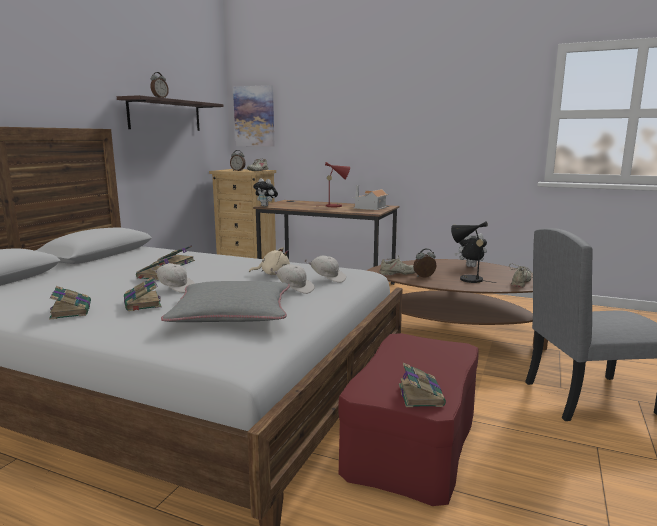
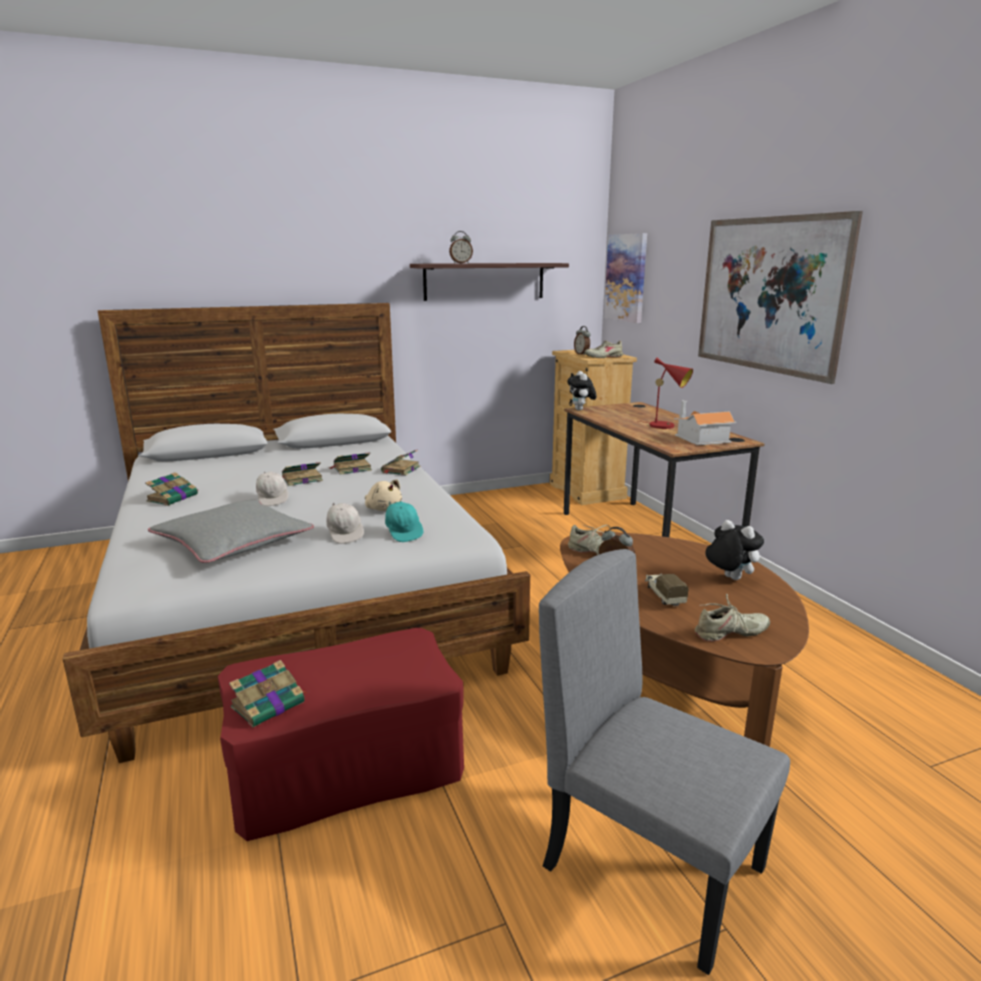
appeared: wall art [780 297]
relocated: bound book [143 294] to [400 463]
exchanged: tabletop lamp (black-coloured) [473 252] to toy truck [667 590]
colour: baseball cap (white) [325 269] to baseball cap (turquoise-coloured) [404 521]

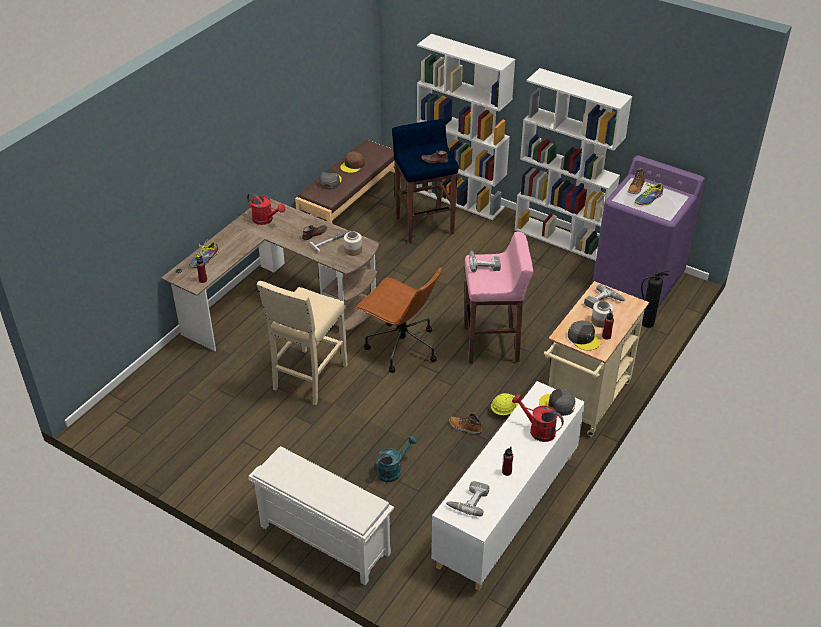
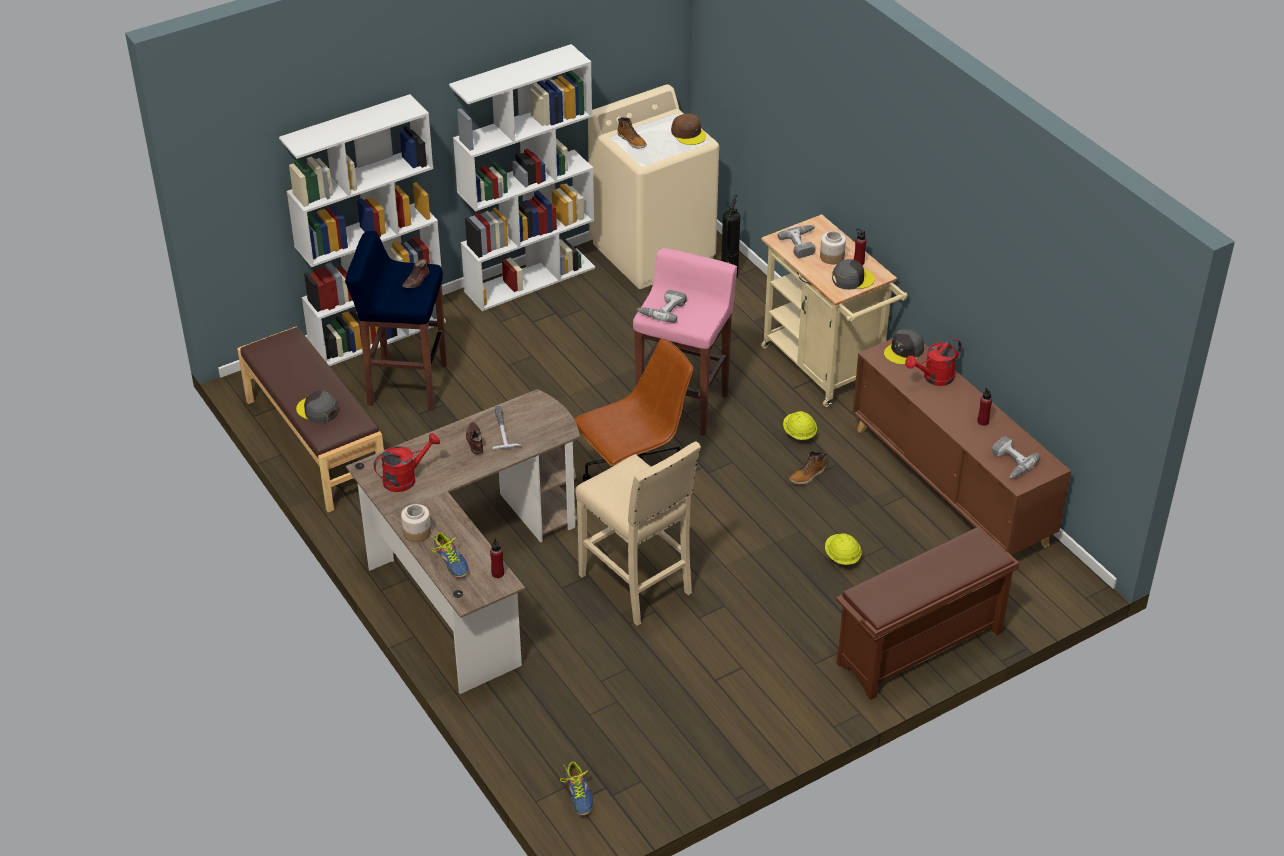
relocated: baseball cap (brown) [352 162] to [688 129]; jar [353 243] to [416 523]; low shoe [649 193] to [576 789]
exchanged: watering pot (turquoise-coloured) [395 459] to safety helmet (yellow-coloured) [843 549]
colour: shoe rack (white) [321 515] to shoe rack (brown) [927 613]; cabinet (white) [508 485] to cabinet (brown) [962 446]; washing machine (purple-coloured) [649 231] to washing machine (beige) [653 186]

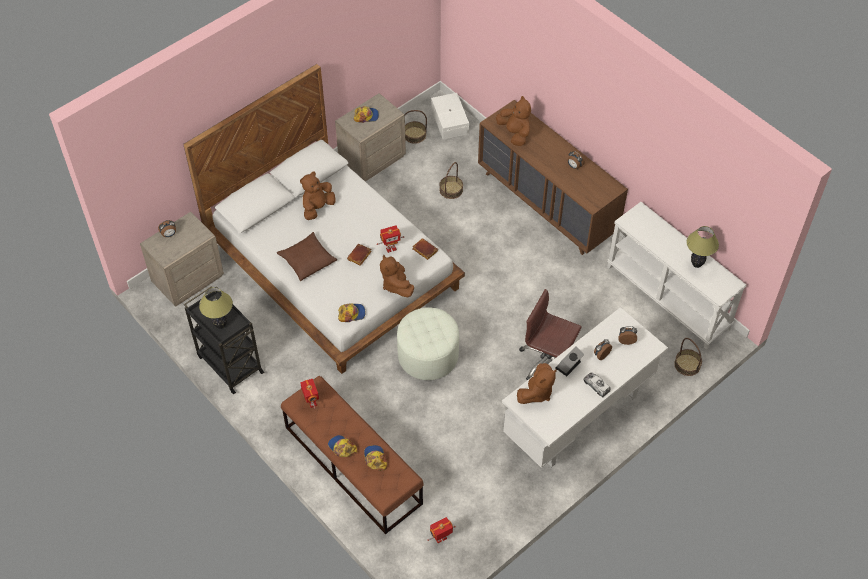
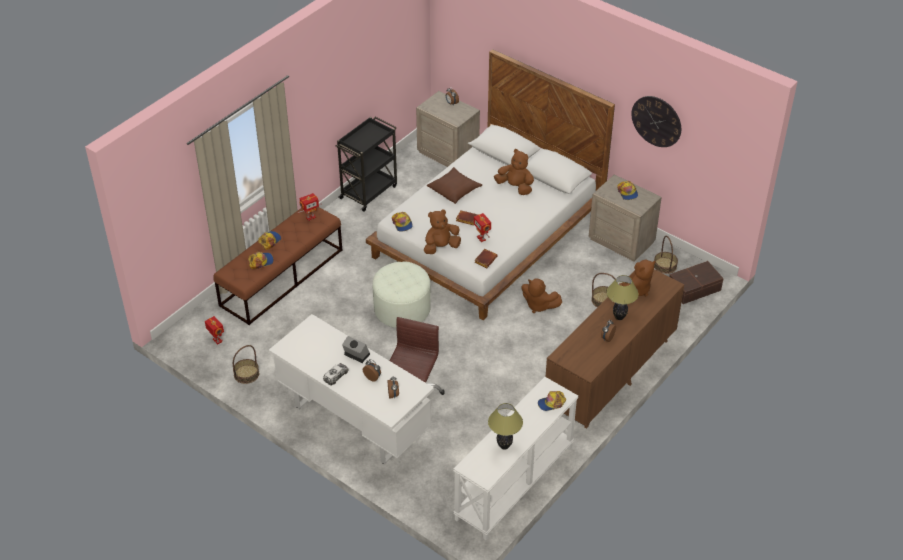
appeared: baseball cap [552 401]; wall clock [656 121]
relocated: tabletop lamp [216 308] to [623 297]; soft toy (brown) [537 383] to [541 295]; basket [688 357] to [246 364]
colour: storage container (white) [450 116] to storage container (brown) [696 282]

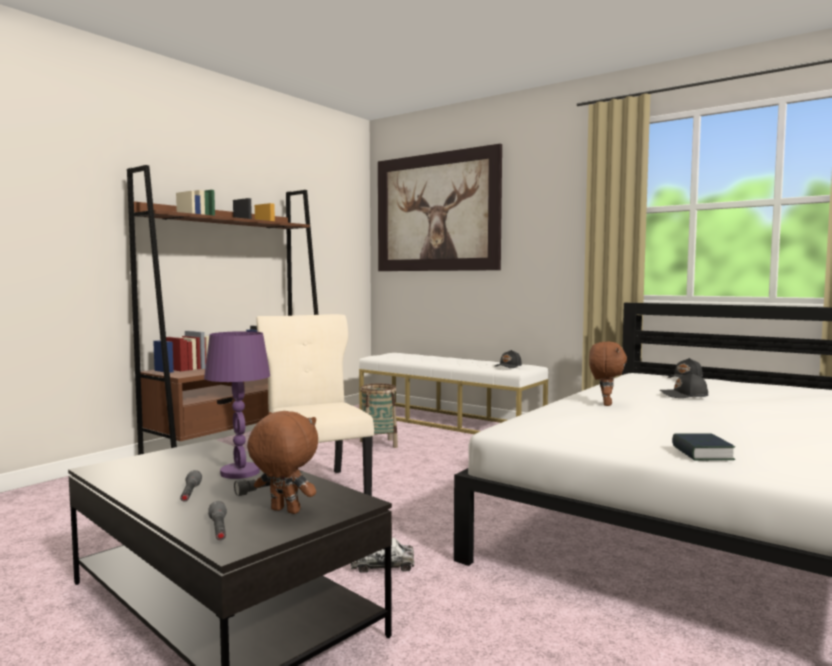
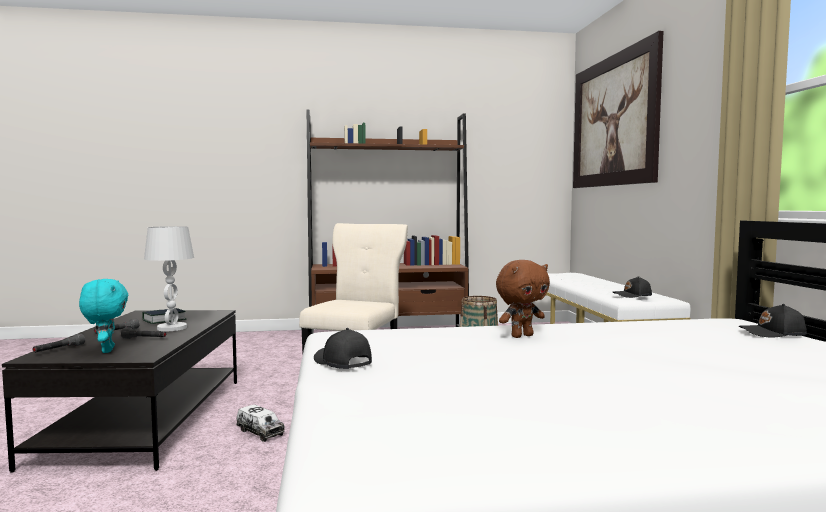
relocated: baseball cap (black-coloured) [684 385] to [343 348]; bound book [703 446] to [164 316]
colour: tabletop lamp (purple-coloured) [237 405] to tabletop lamp (white) [169 278]; soft toy (brown) [282 462] to soft toy (turquoise-coloured) [103 316]

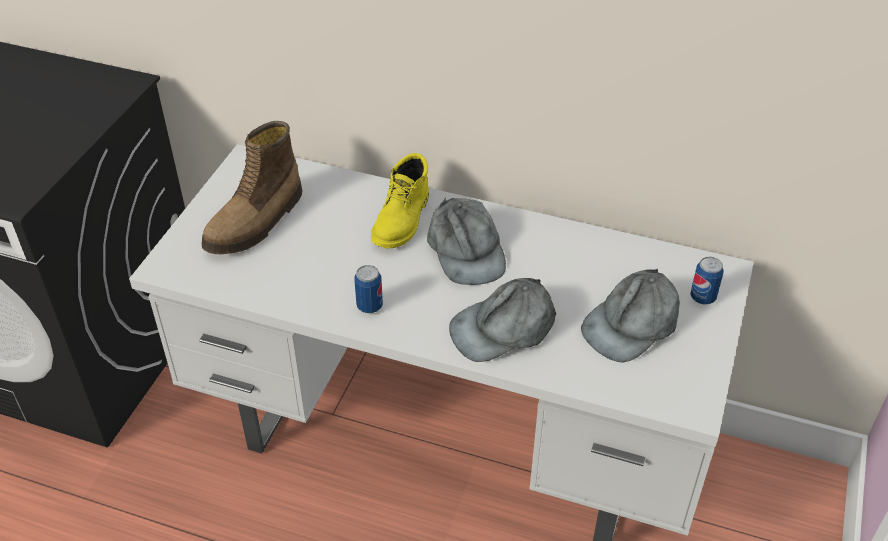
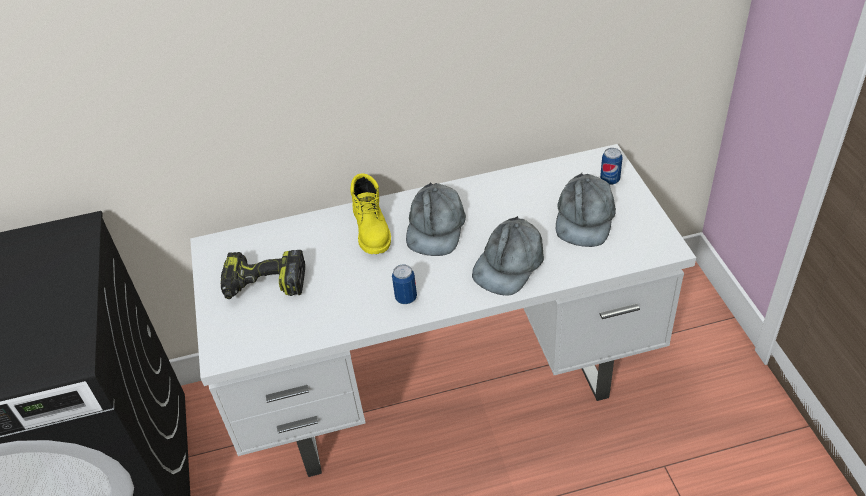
exchanged: boot [252 187] to drill [263 274]
spun: baseball cap (gray) [466 241] = [436 219] 60 degrees clockwise

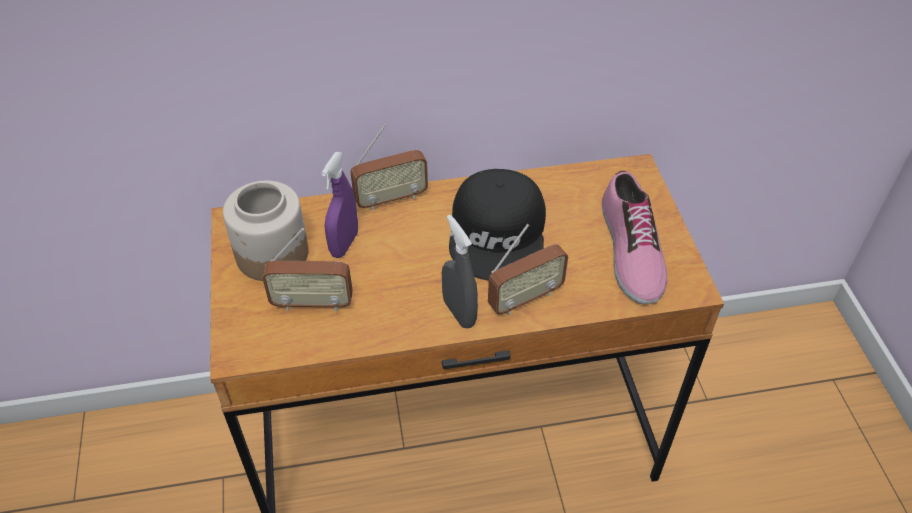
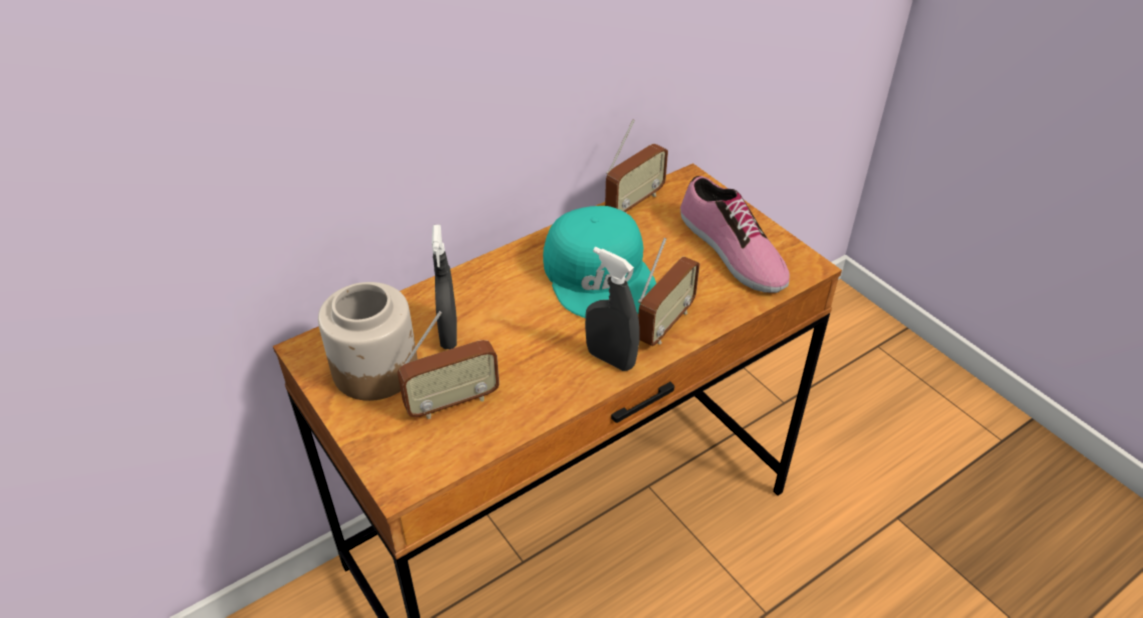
relocated: radio [389 167] to [636 166]
colour: spray bottle (purple-coloured) [339 205] to spray bottle (gray) [444 286]; baseball cap (black-coloured) [497 225] to baseball cap (turquoise-coloured) [599 262]

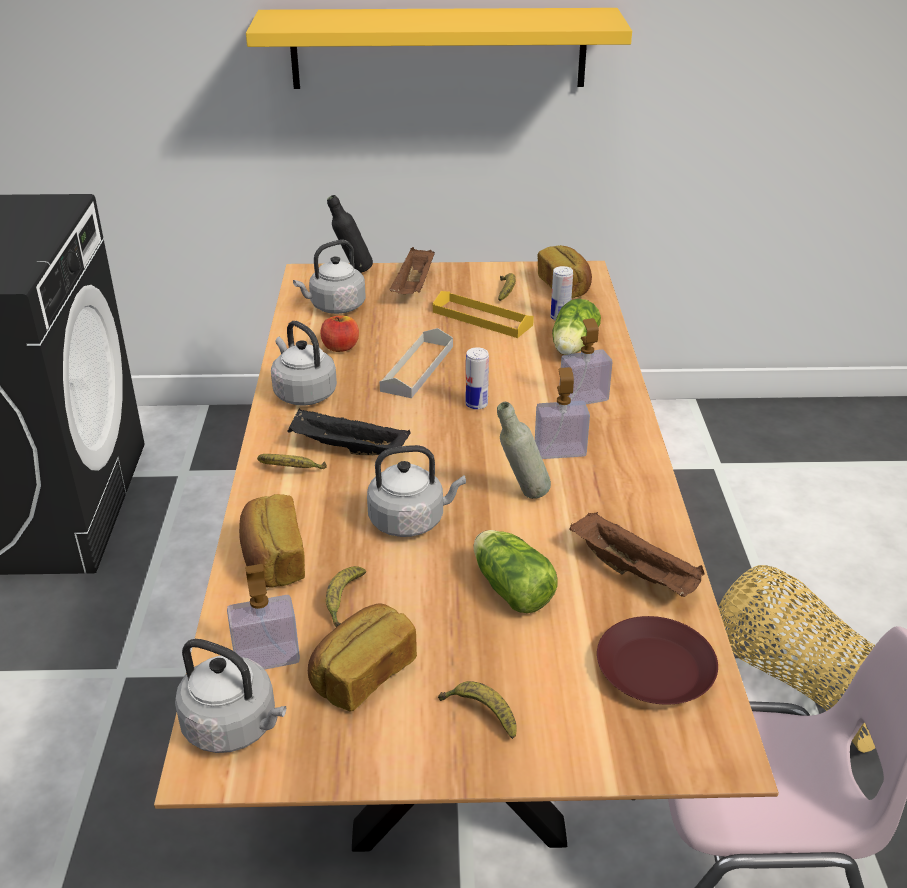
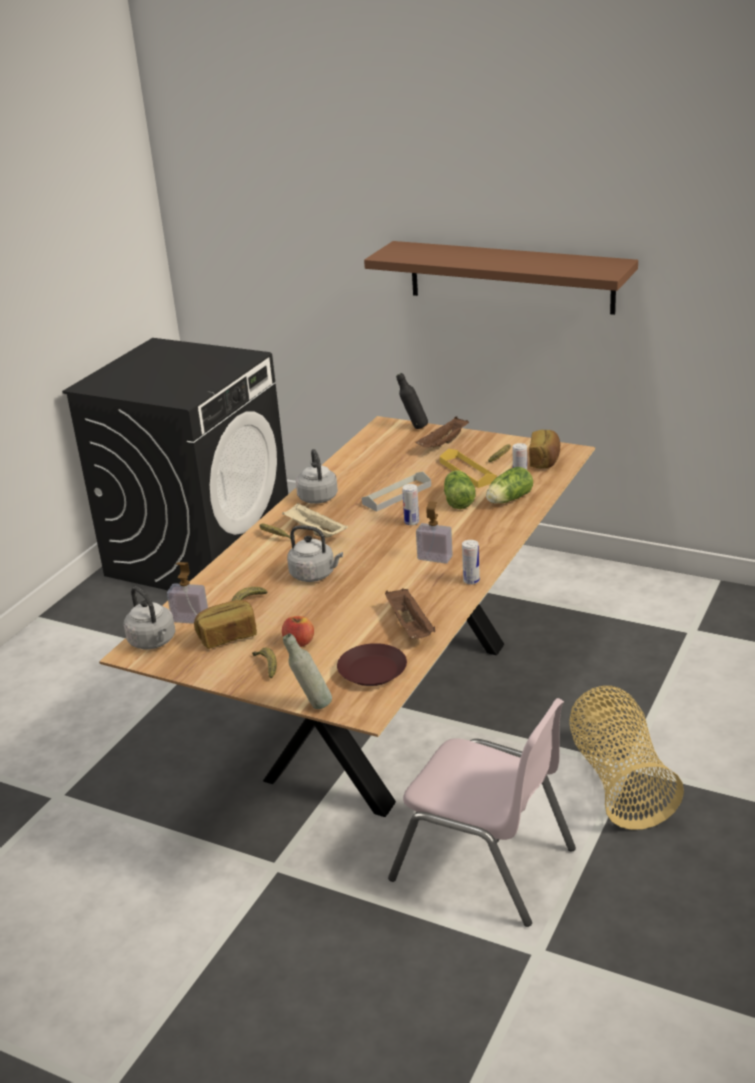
missing: bread [272 540]; kettle (gray) [329 277]; liquid soap bottle [585 361]
appeared: metal can [471 562]
relocated: apple [340 334] to [298 631]; lettuce head [515 571] to [459 489]; beverage bottle (gray) [524 450] to [307 671]
colour: shelf (yellow-coloured) [439 48] to shelf (brown) [501 278]; carrying tray (black-coloured) [349 431] to carrying tray (beige) [315 520]

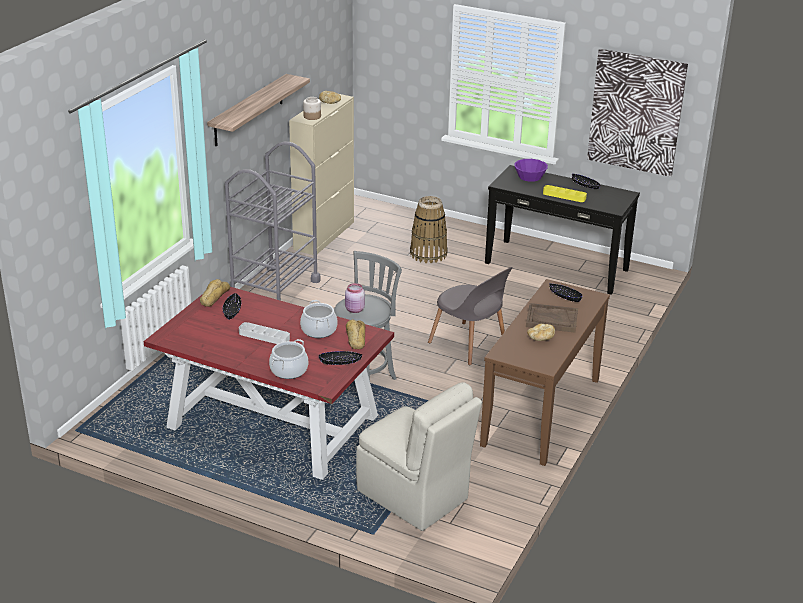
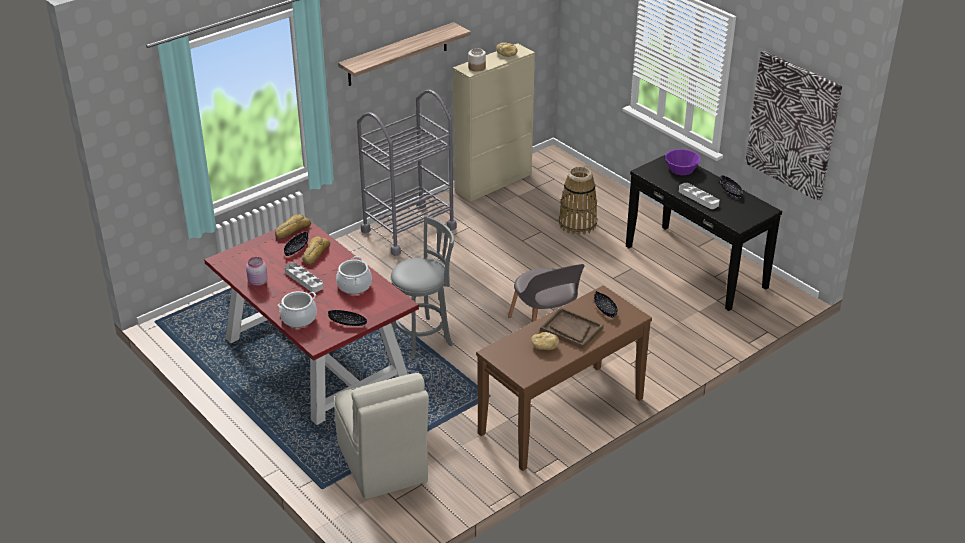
relocated: jar (pink-coloured) [355 298] to [257 271]; bread [355 334] to [316 250]
colour: carrying tray (yellow-coloured) [565 193] to carrying tray (gray) [699 196]

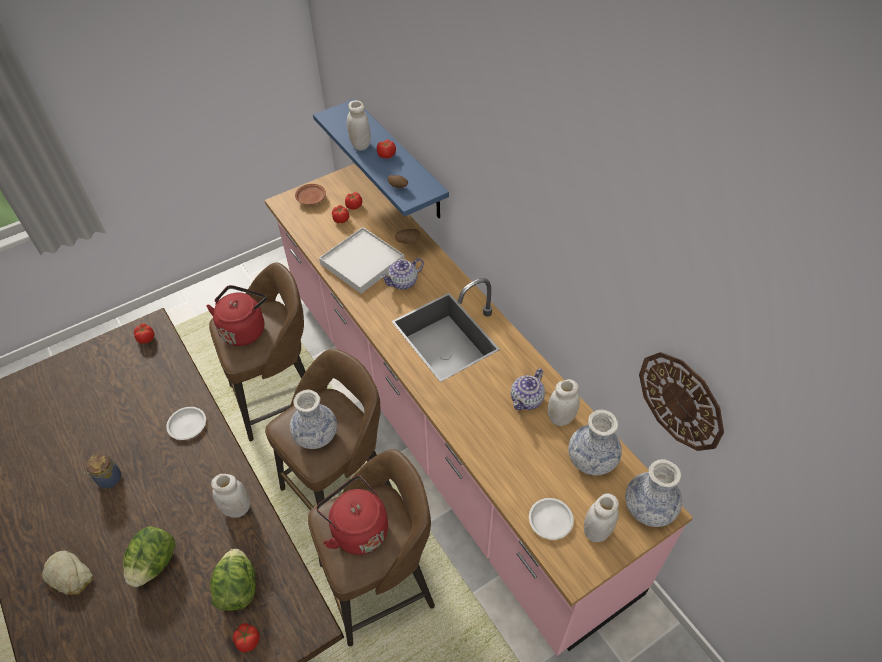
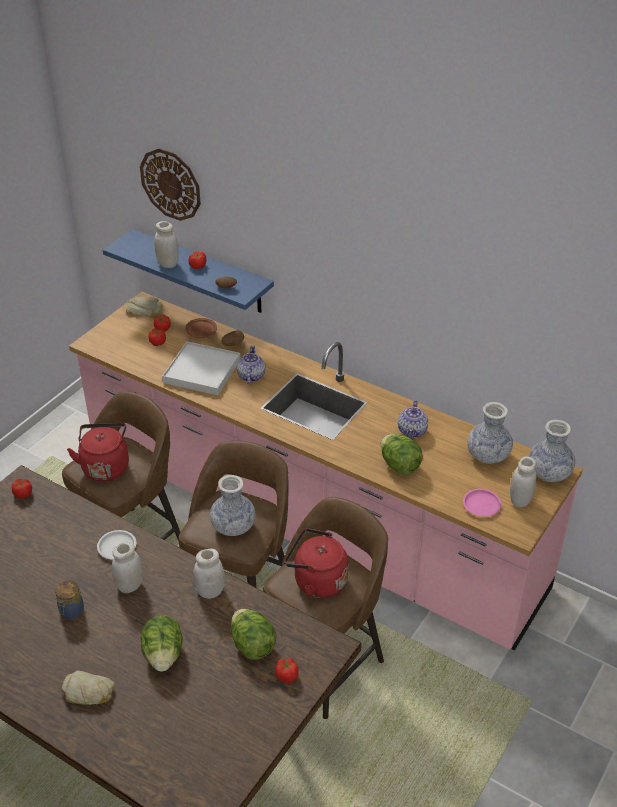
appeared: bread [144 306]; lettuce head [402 454]
relocated: plate (brown) [310 194] to [201 328]; jar (white) [564 402] to [127 567]; wall clock [681 401] to [170 184]
colour: plate (white) [551 519] to plate (pink-coloured) [482 502]
spun: pot for tea [402 274] = [251 364] 150 degrees clockwise

